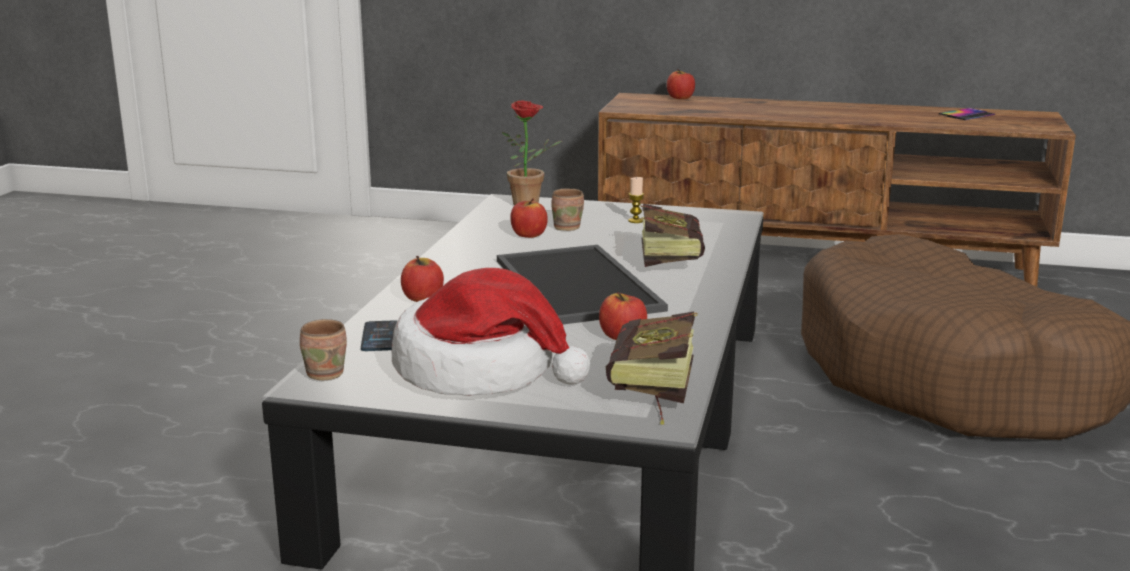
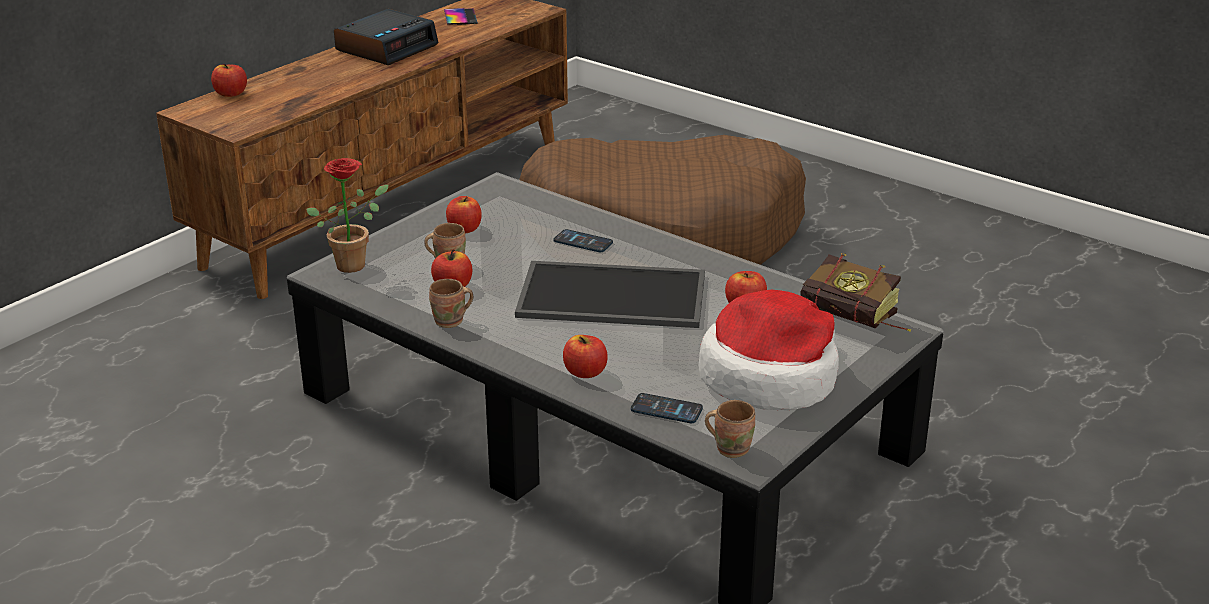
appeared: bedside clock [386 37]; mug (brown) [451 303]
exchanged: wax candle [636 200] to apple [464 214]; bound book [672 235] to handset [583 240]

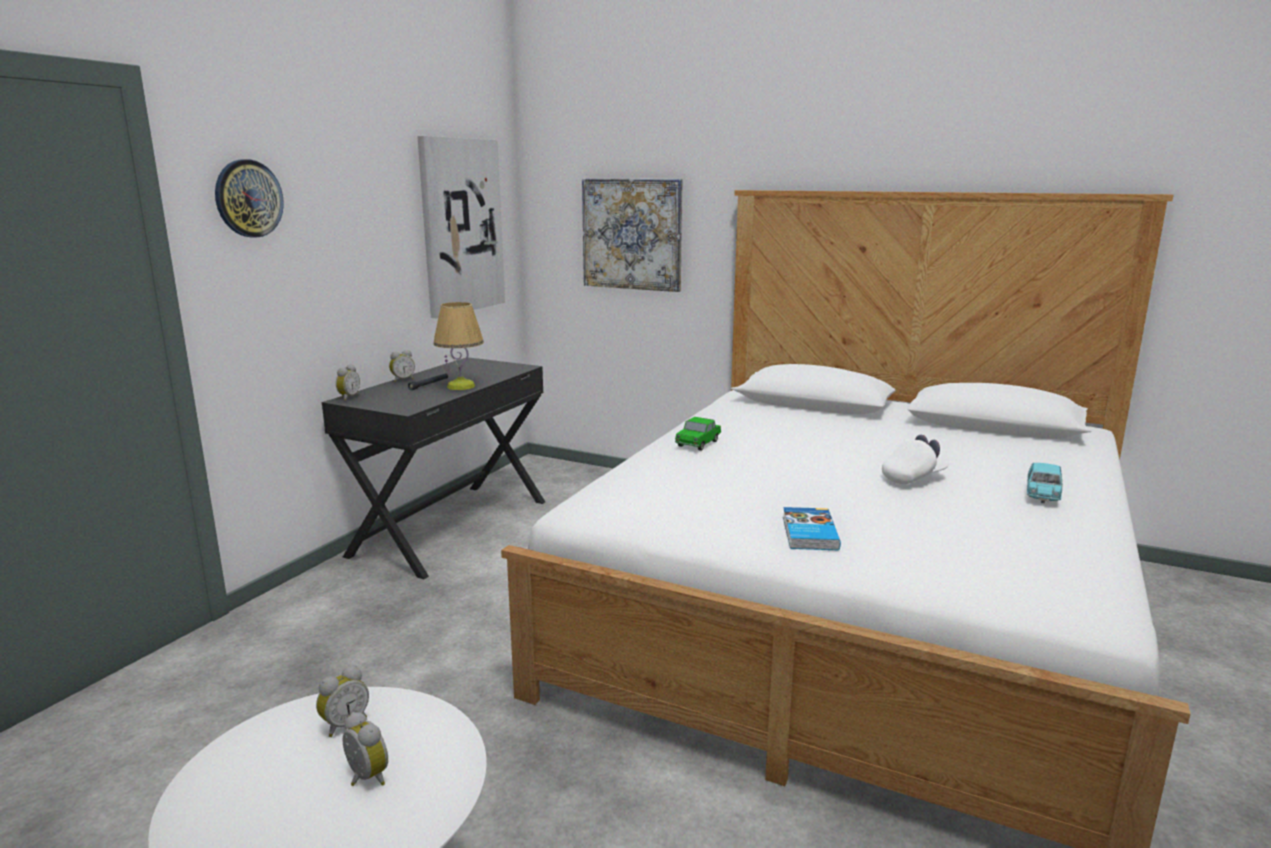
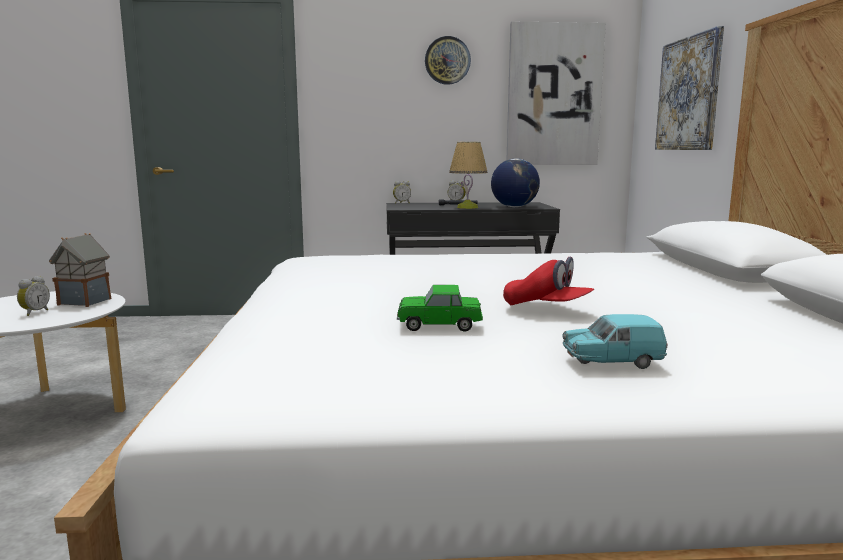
missing: bound book [812 528]
appeared: desk globe [515 183]
relocated: wall clock [249 198] to [448 60]; miniature car [698 434] to [440 308]
exchanged: bedside clock [342 701] to toy house [80 270]
colour: baseball cap (white) [915 459] to baseball cap (reddish) [549 281]

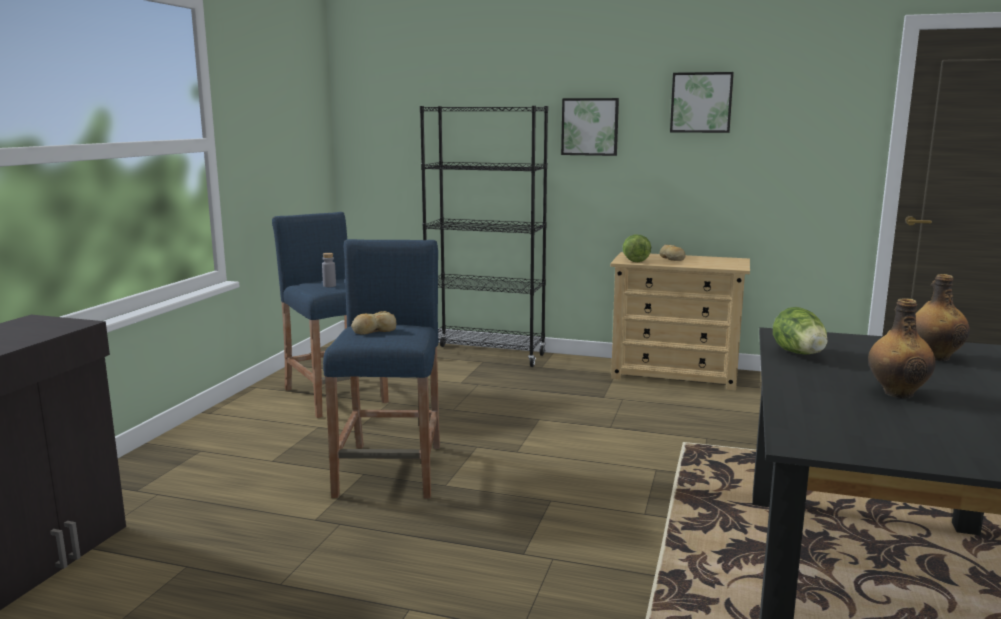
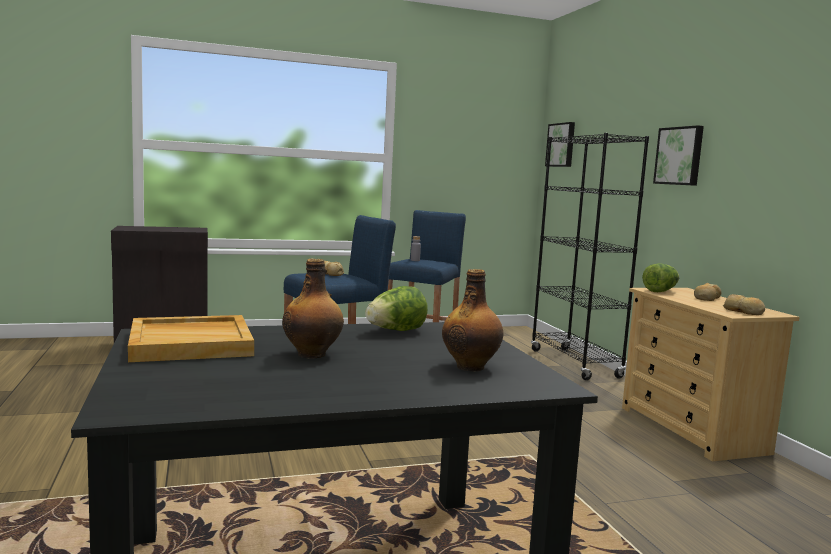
appeared: carrying tray (beige) [191 338]; bread [744 304]
relocated: wall art [702 102] to [560 144]

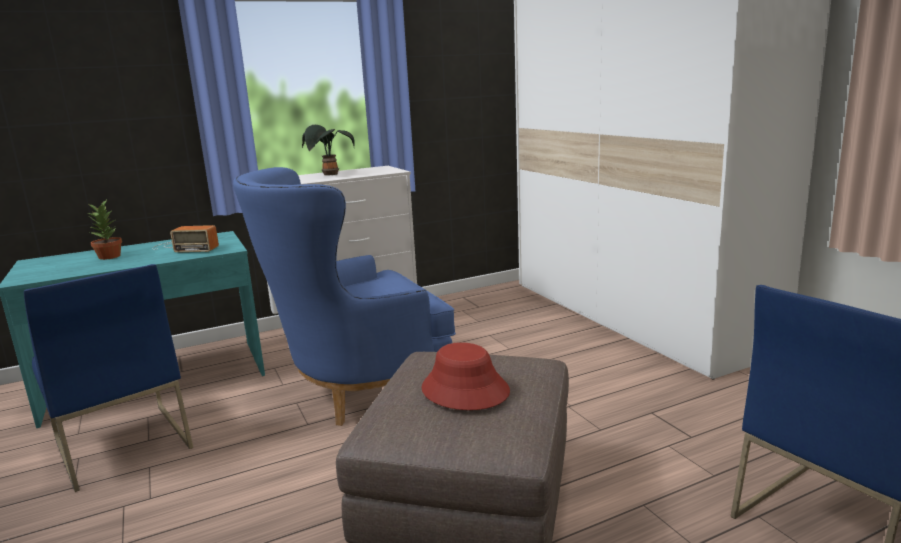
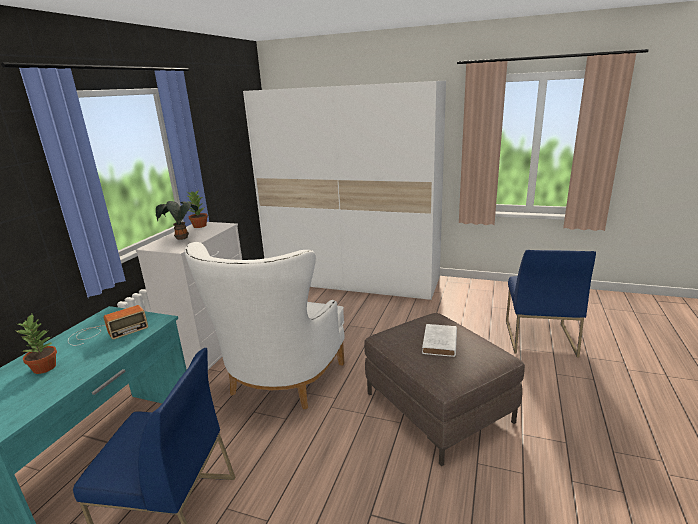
appeared: potted plant [197 209]
exchanged: hat (reddish) [465 376] to bound book (white) [439 340]
colour: armchair (blue-coloured) [344 296] to armchair (white) [265 325]

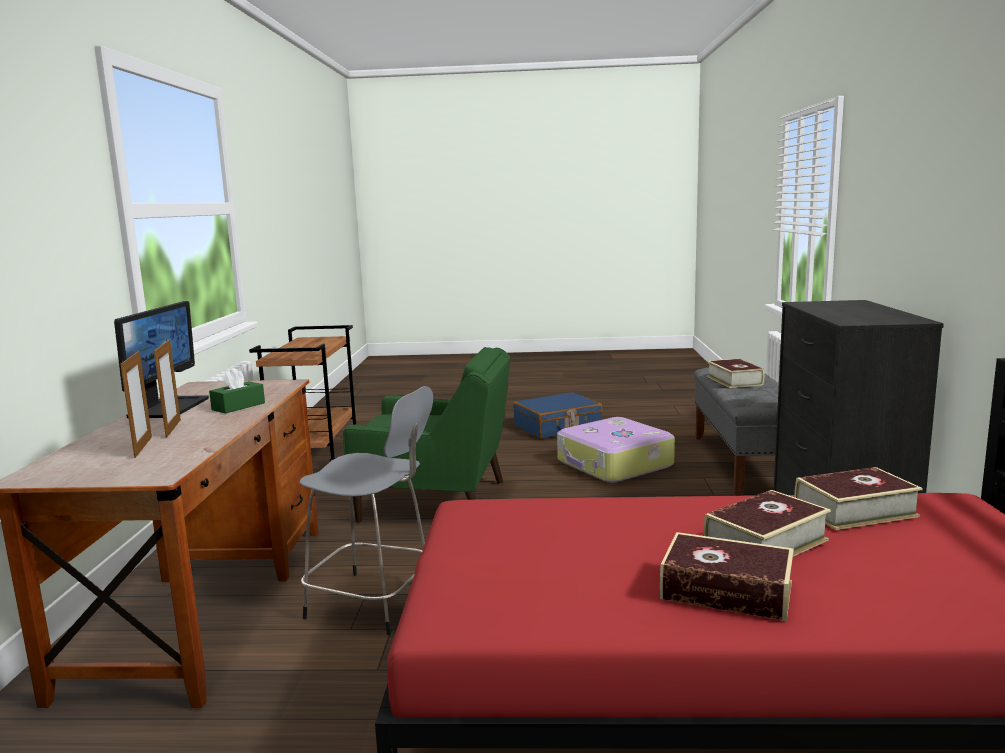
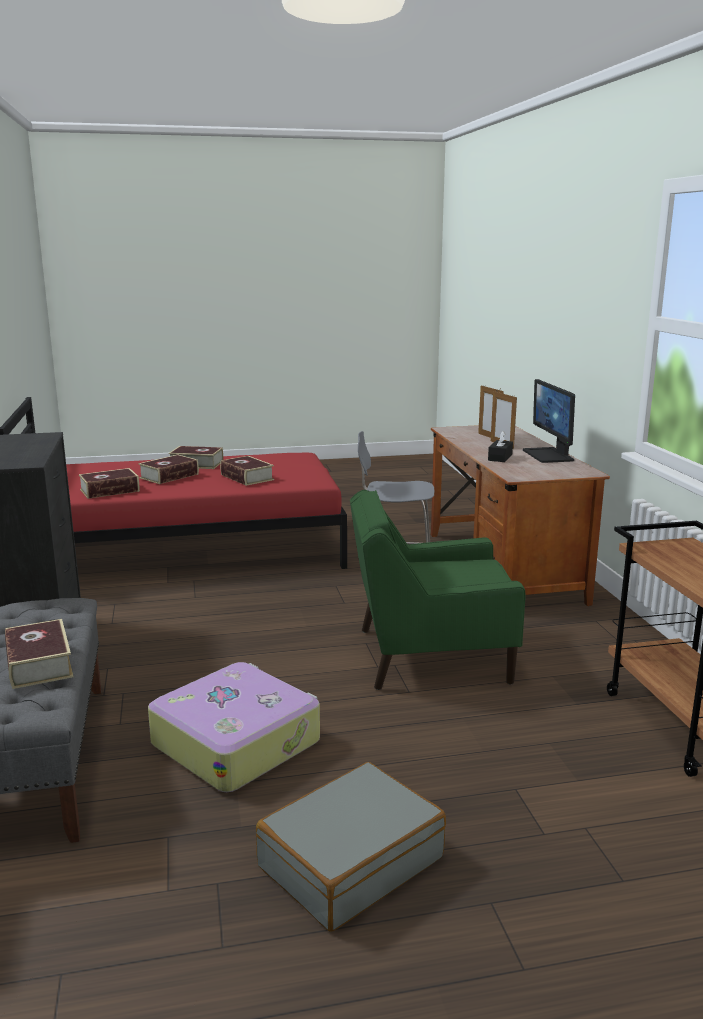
appeared: bound book [247 471]
colour: tissue box (green-coloured) [237 391] to tissue box (black-coloured) [500 446]; suitcase (blue-coloured) [558 415] to suitcase (gray) [351 846]

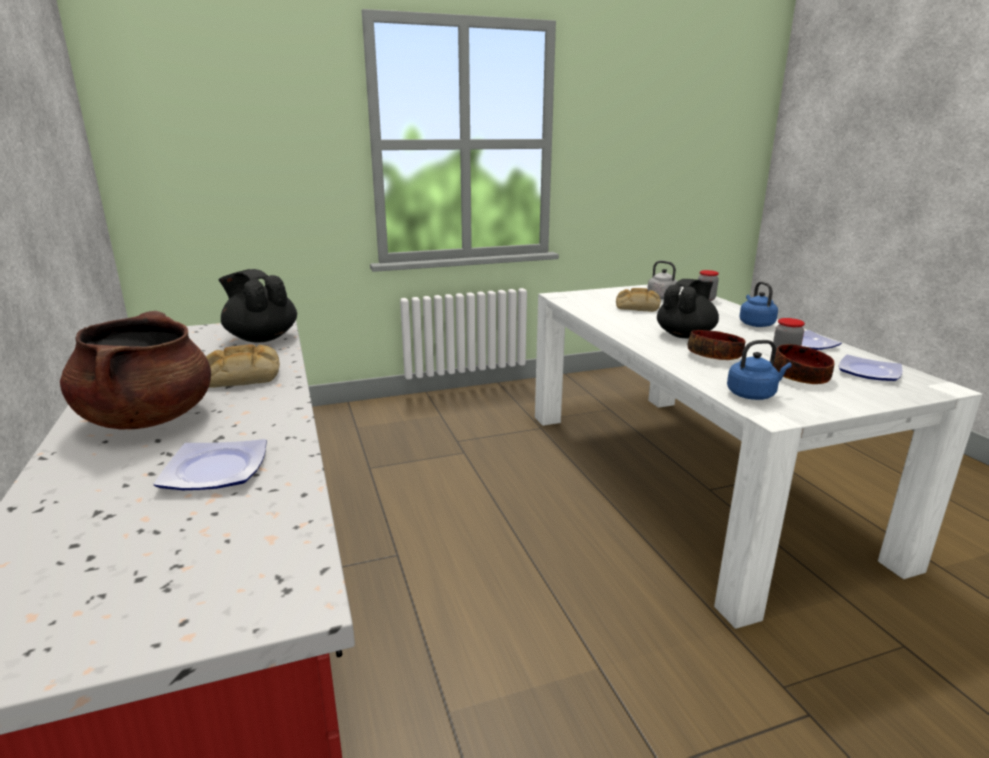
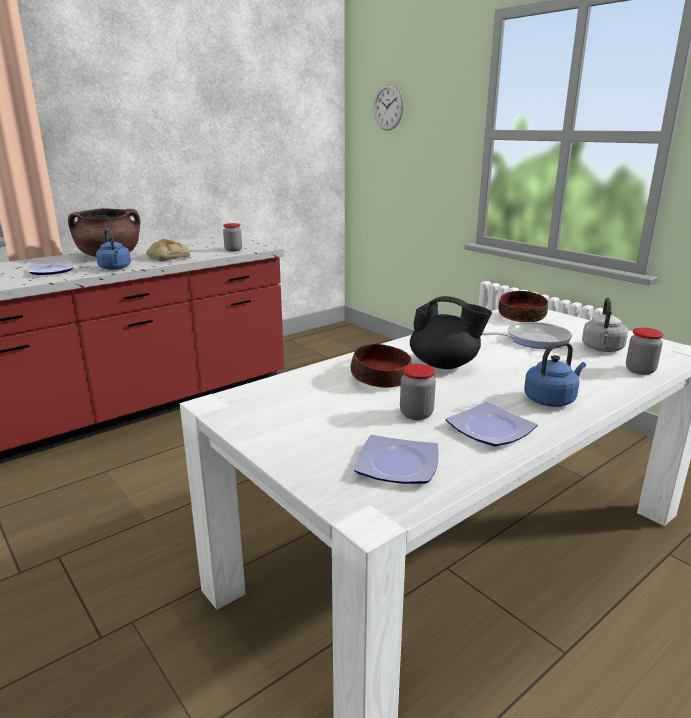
appeared: wall clock [389 107]
relocated: kettle (blue-coloured) [759 370] to [113 249]; deep dish [804 364] to [523 306]
exchanged: pot for tea (black-coloured) [257 305] to jar [232 237]; bread [638 300] to frying pan [527 335]

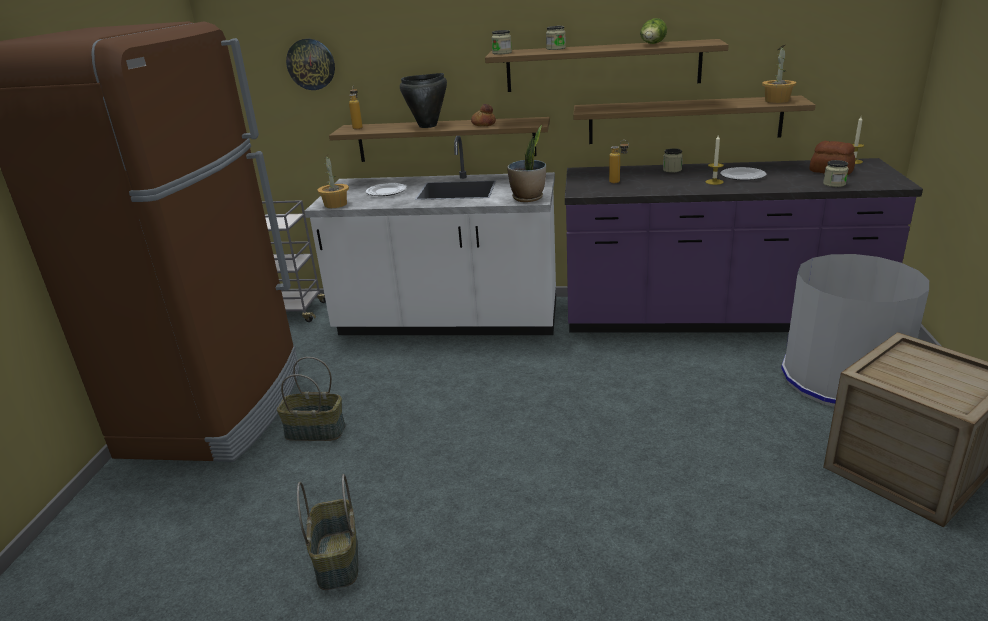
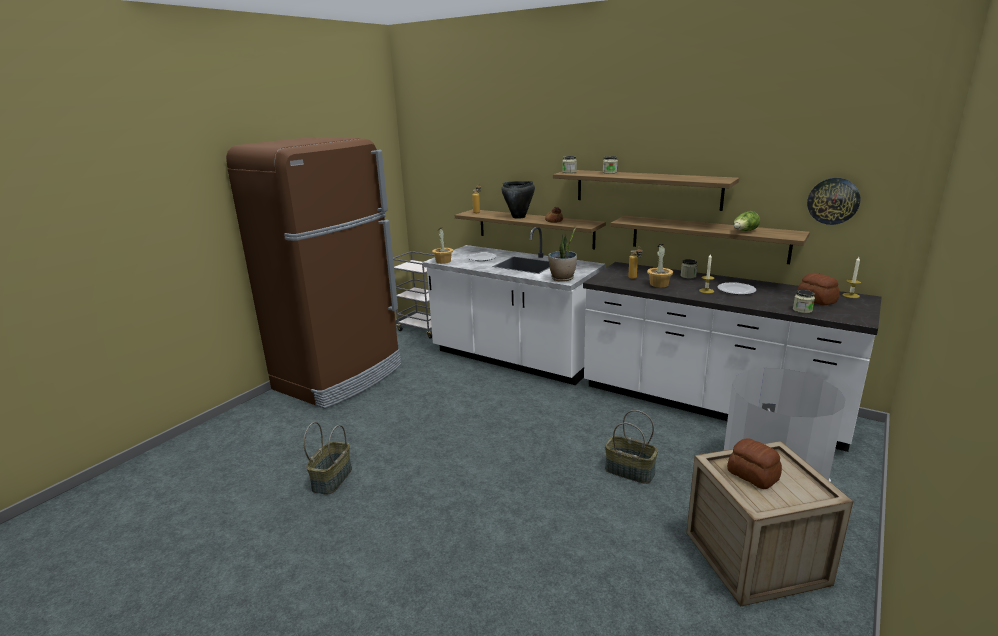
appeared: bread [754 463]
relocated: basket [311 399] to [631 447]; wall clock [310 64] to [834 201]; lettuce head [653 31] to [746 221]; potted plant [779 74] to [660 265]
colour: kitchen counter (purple-coloured) [744 245] to kitchen counter (white) [732 357]

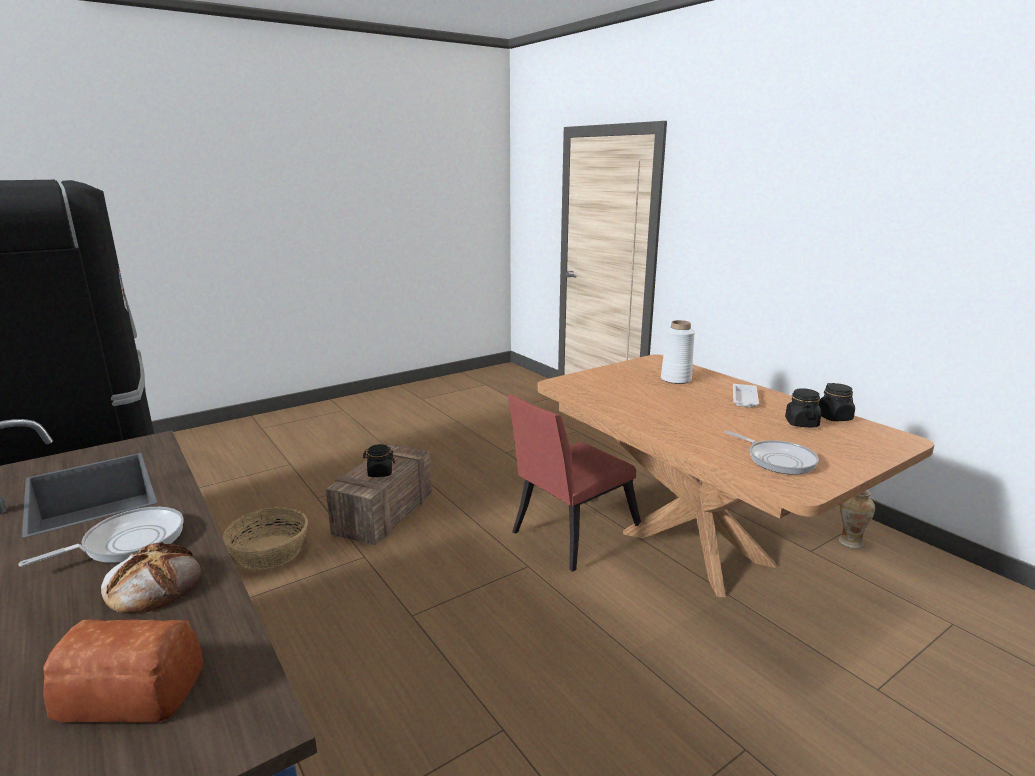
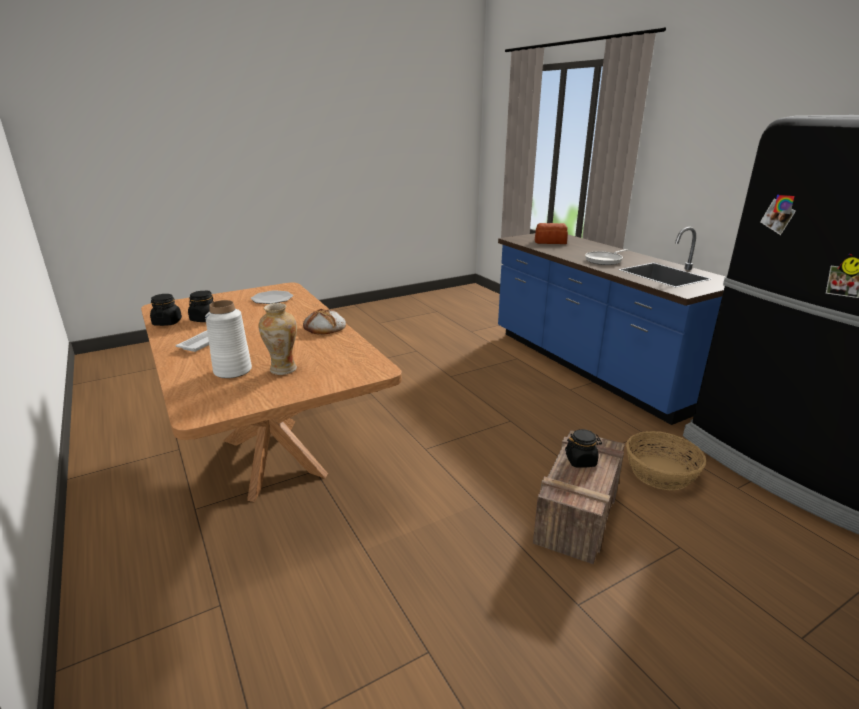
missing: plain chair (reddish) [574 483]
relocated: bread [151 577] to [324 321]; flower vase [857 519] to [278 339]
exchanged: frying pan [772 453] to plate [272 297]

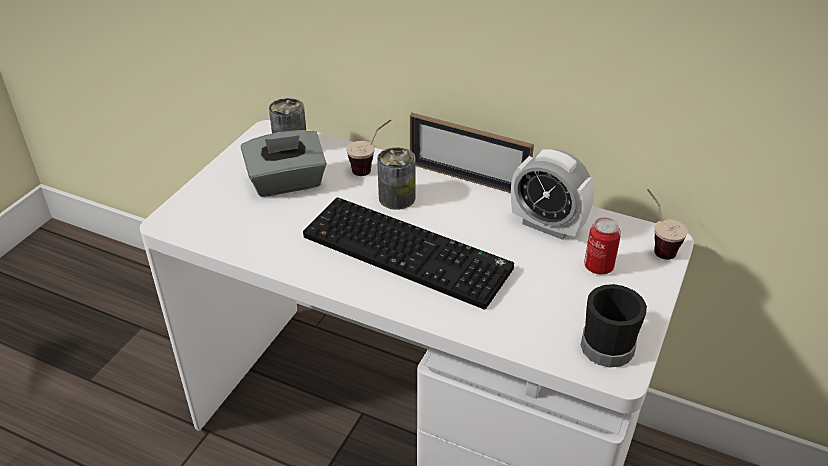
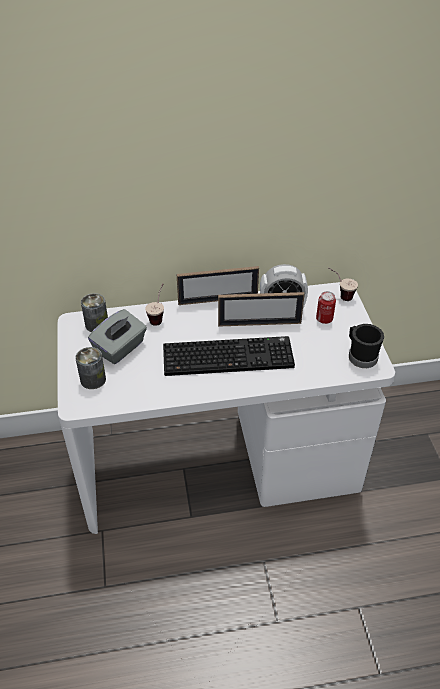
appeared: photo frame [261 309]
relocated: metal can [396 178] to [90 368]

